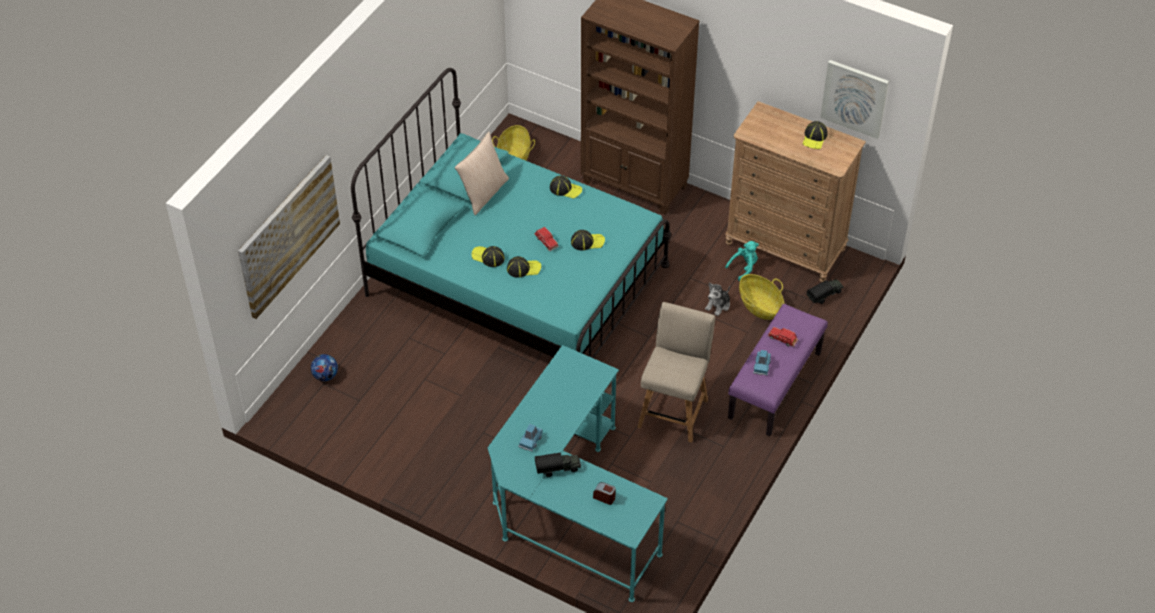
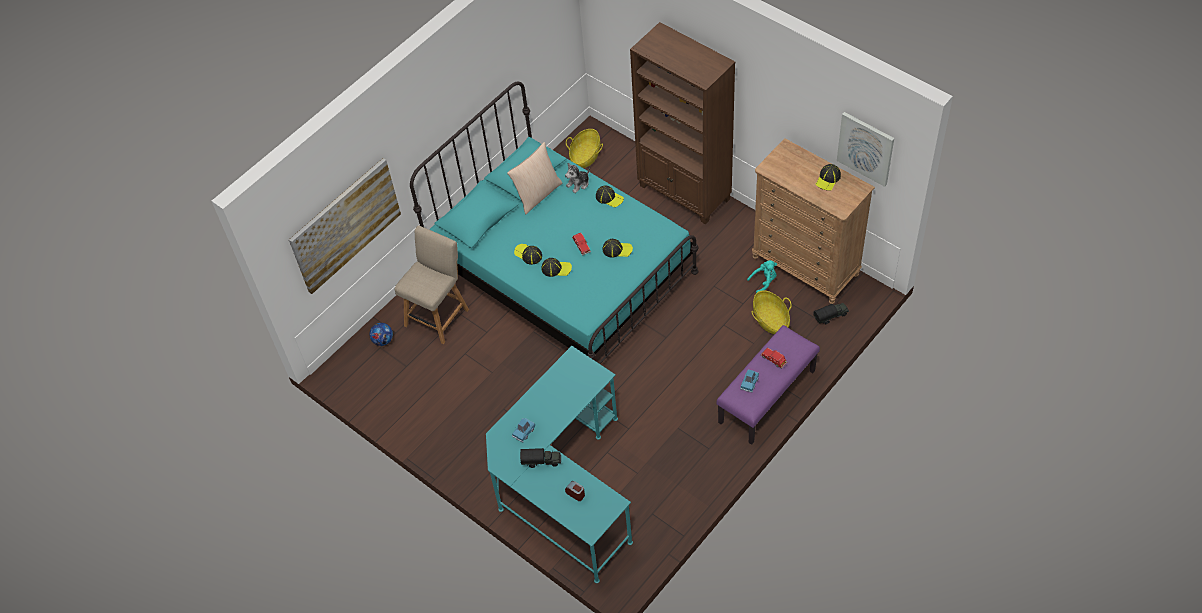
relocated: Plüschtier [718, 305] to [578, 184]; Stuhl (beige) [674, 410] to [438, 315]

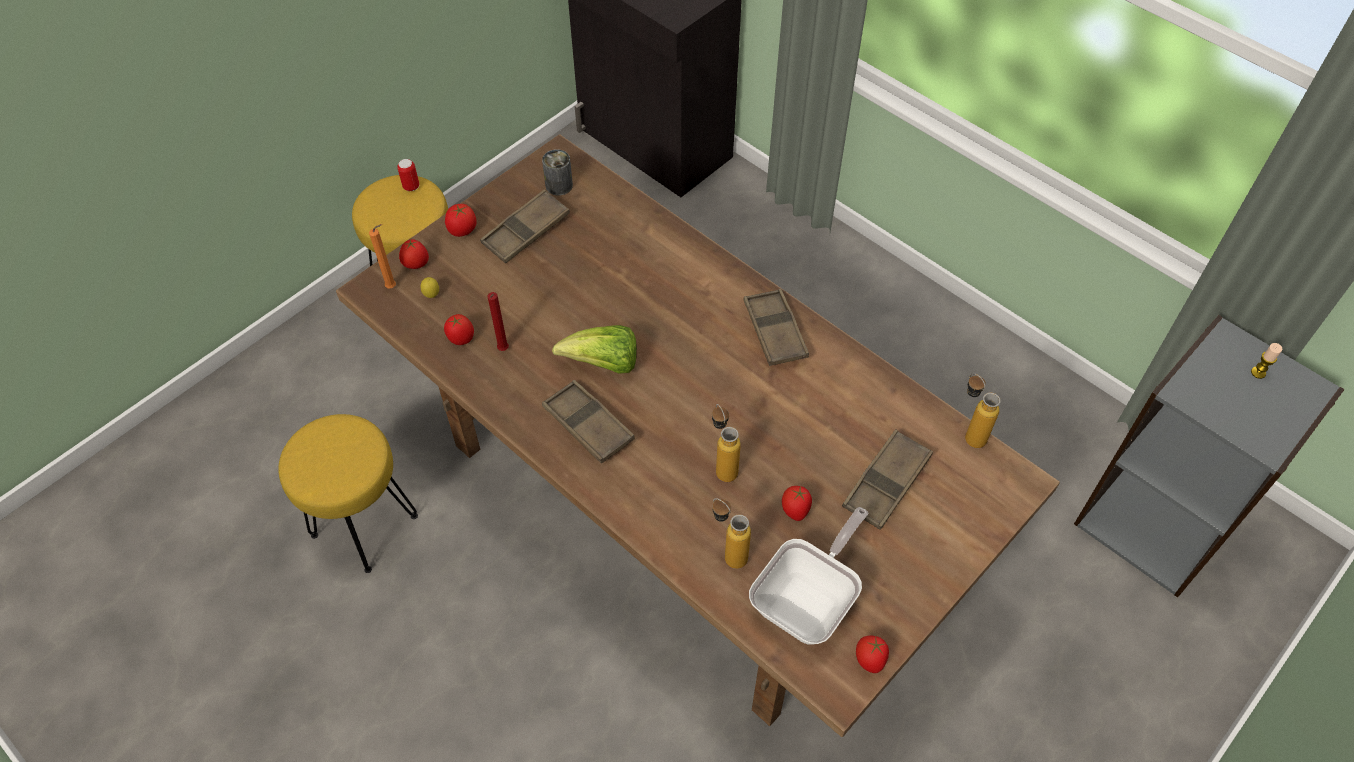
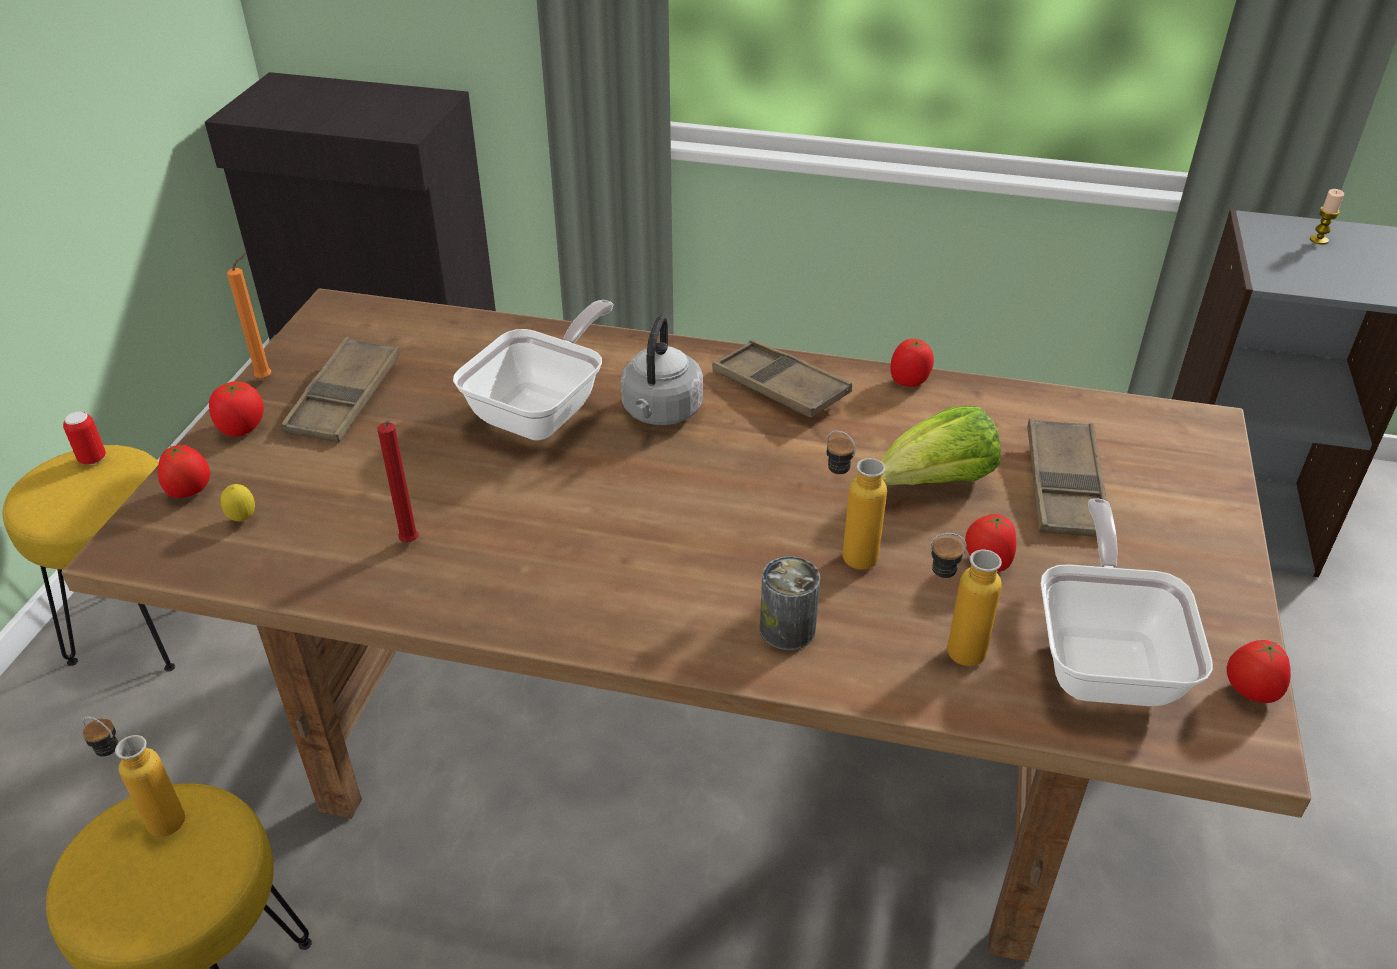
missing: Tablett (braun) [588, 425]
appeared: Pfanne [544, 410]; Wasserkessel (grau) [661, 413]
relocated: Dose [559, 185] to [787, 629]; Kerze (orange) [393, 287] to [267, 378]; Tomate [461, 339] to [909, 381]; Salatkopf [603, 364] to [936, 483]; Flasche [968, 434] to [154, 818]

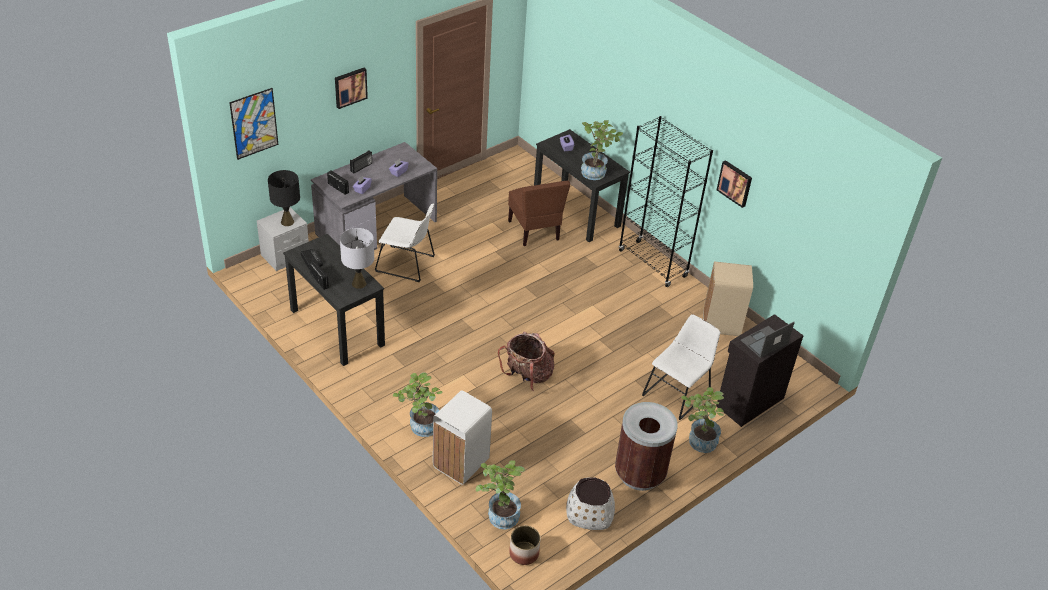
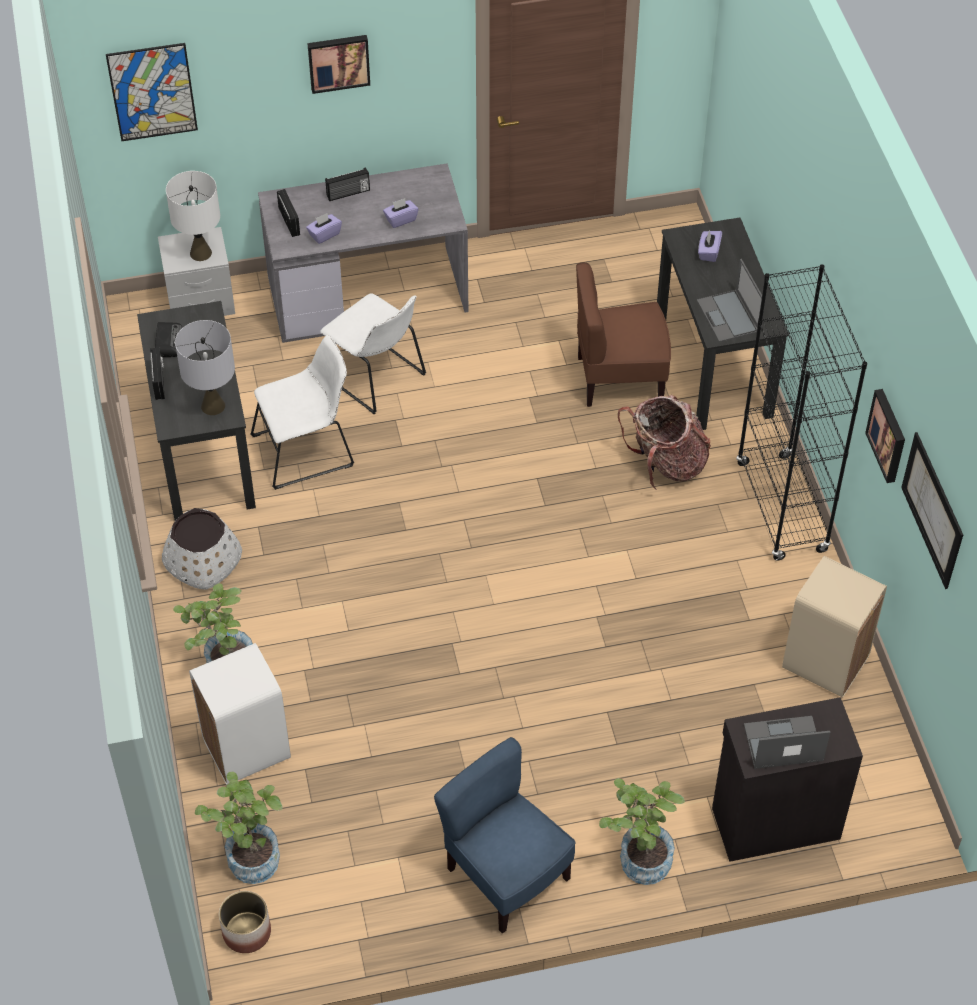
appeared: Bild [932, 510]
relocated: Stuhl (weiß) [678, 392] to [307, 449]; Rucksack [527, 376] to [666, 464]; Pflanzkübel (weiß) [589, 512] to [203, 561]
exchanged: Topfpflanze [596, 171] to Laptop [729, 317]; Mülleimer (braun) [639, 473] to Stuhl (blau) [506, 876]
colour: Tischlampe (schwarz) [287, 222] to Tischlampe (weiß) [200, 253]
spun: Stuhl (braun) [534, 230] = [619, 379] 75 degrees clockwise

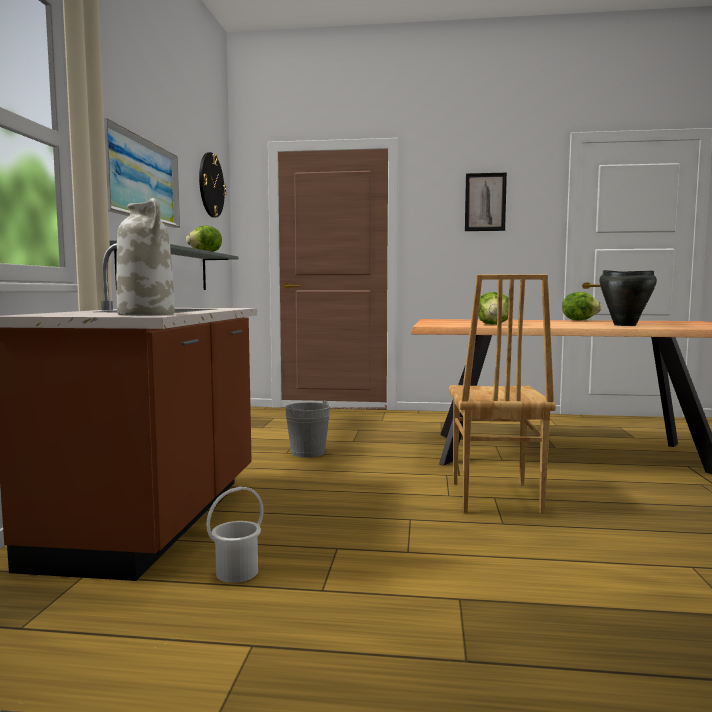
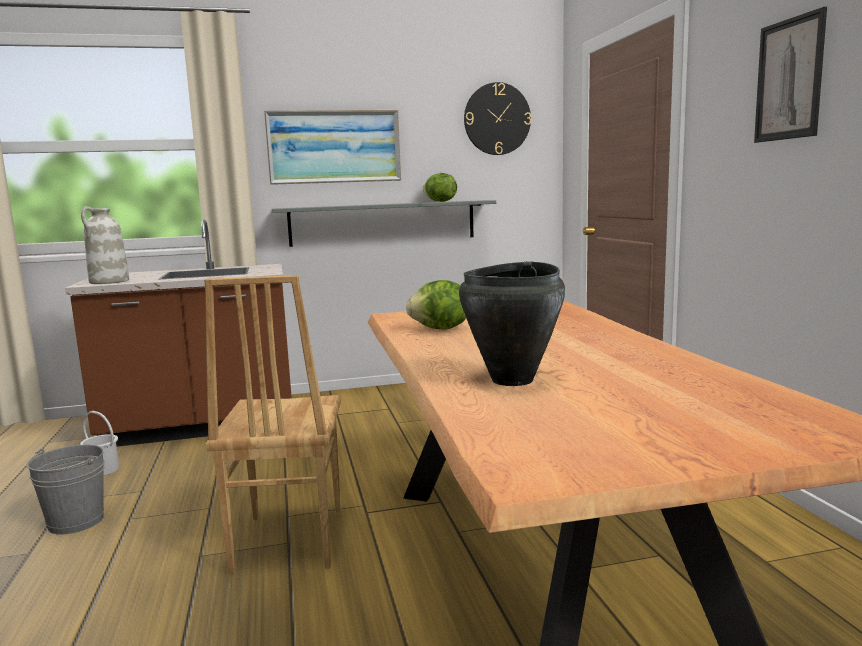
missing: Salatkopf [579, 320]
relocated: Eimer (grau) [307, 452] to [76, 521]
spun: Stuhl (braun) [493, 497] = [286, 542] 75 degrees counterclockwise

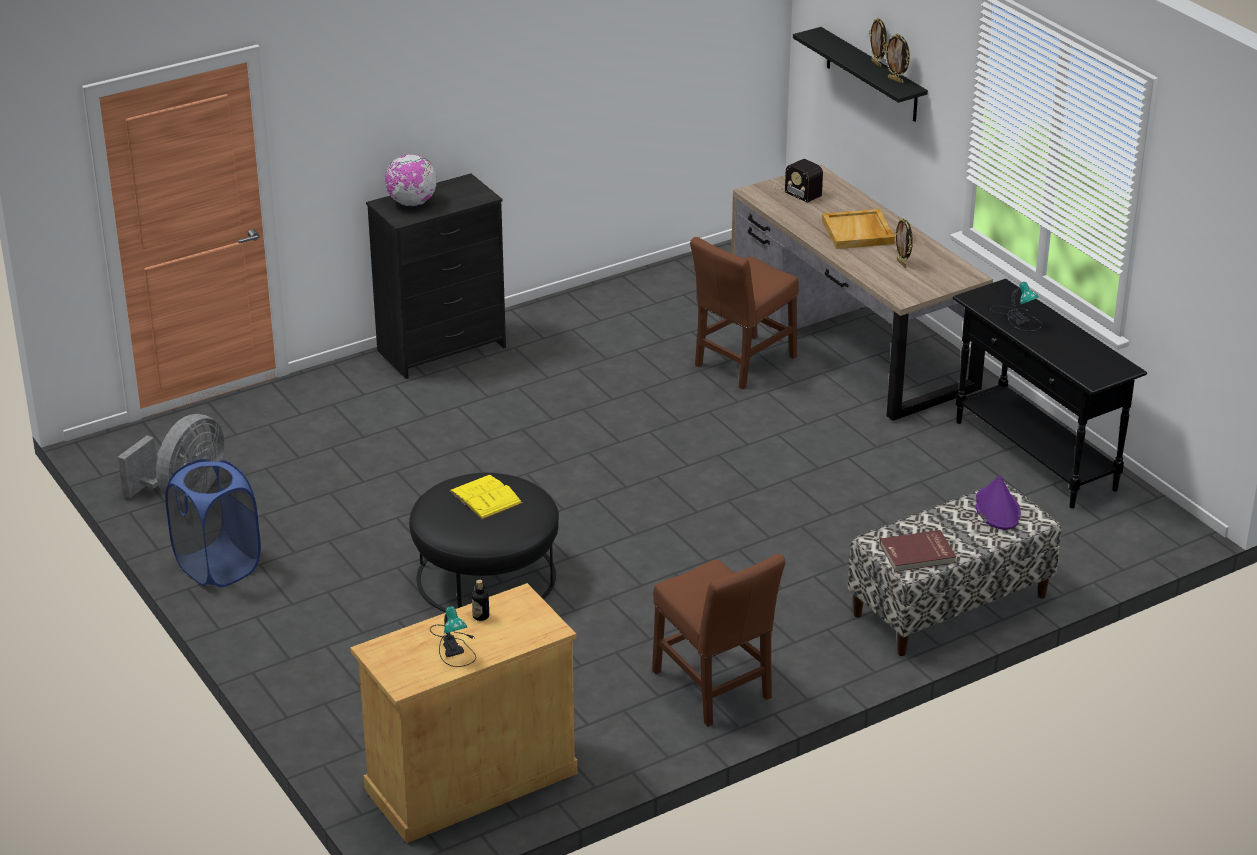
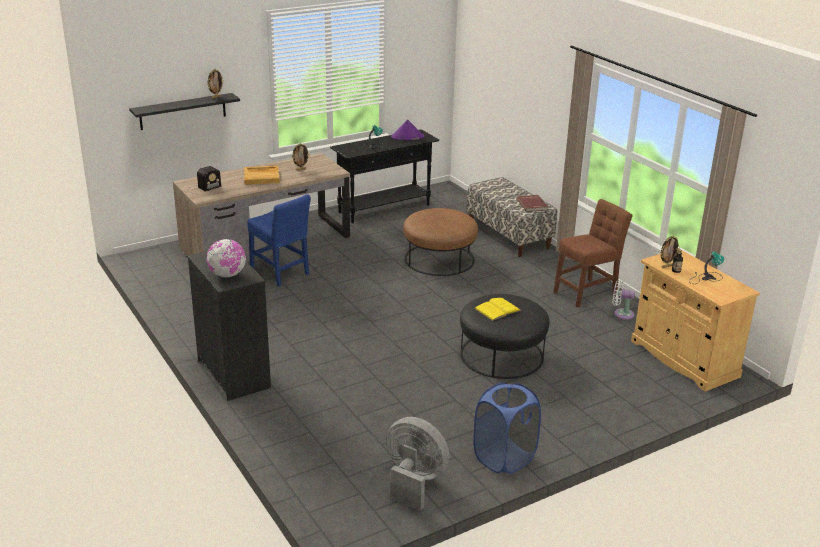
appeared: Polsterhocker (braun) [439, 259]; Ventilator (weiß) [621, 314]
relocated: Bilderrahmen [877, 64] to [666, 266]; Hut (lila) [997, 509] to [407, 137]
colour: Stuhl (braun) [742, 363] to Stuhl (blau) [281, 273]

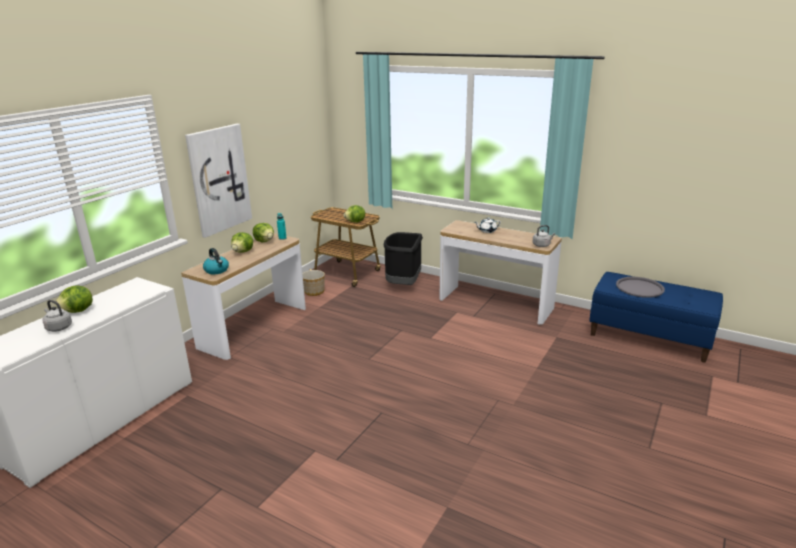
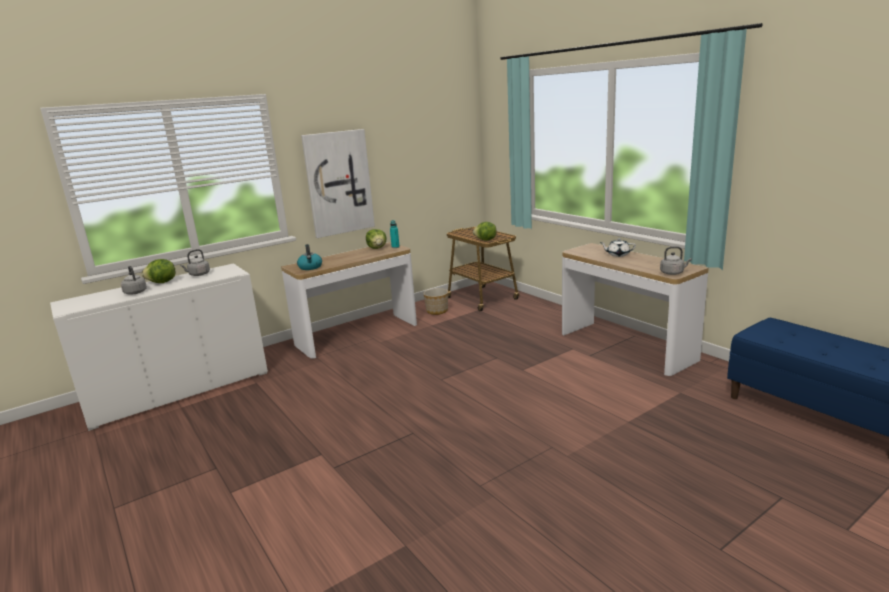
missing: Salatkopf [243, 252]; Mülleimer (schwarz) [403, 285]; Tablett (grau) [639, 288]
appeared: Wasserkessel (grau) [198, 274]

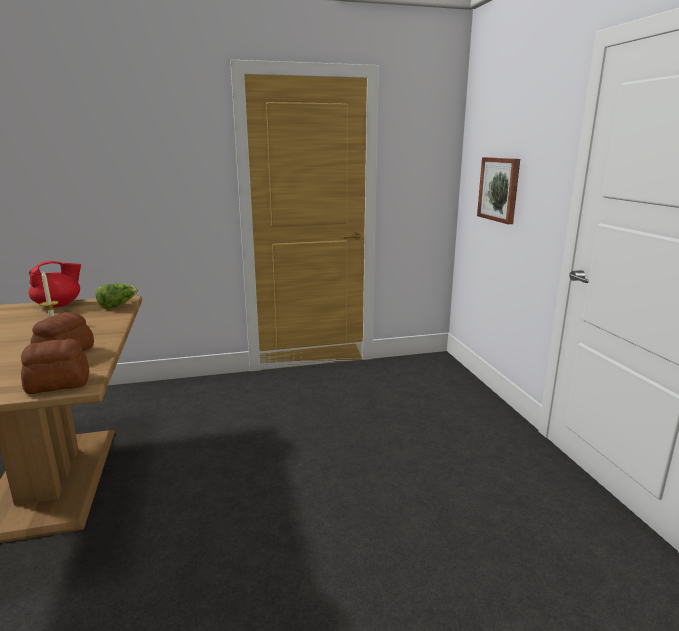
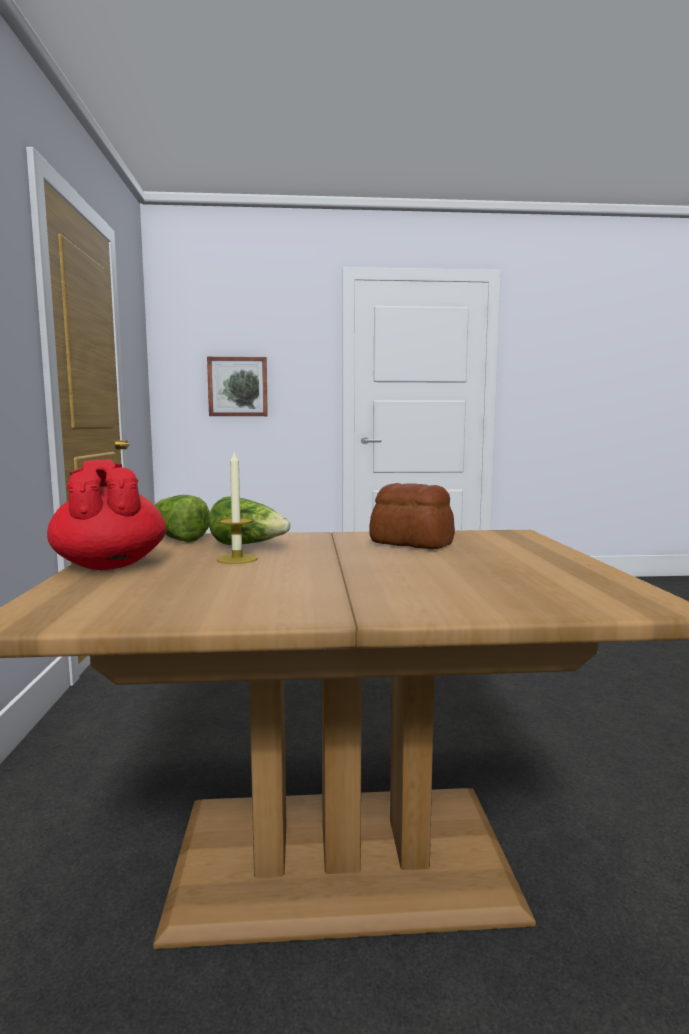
missing: Brot [59, 384]
appeared: Salatkopf [248, 545]

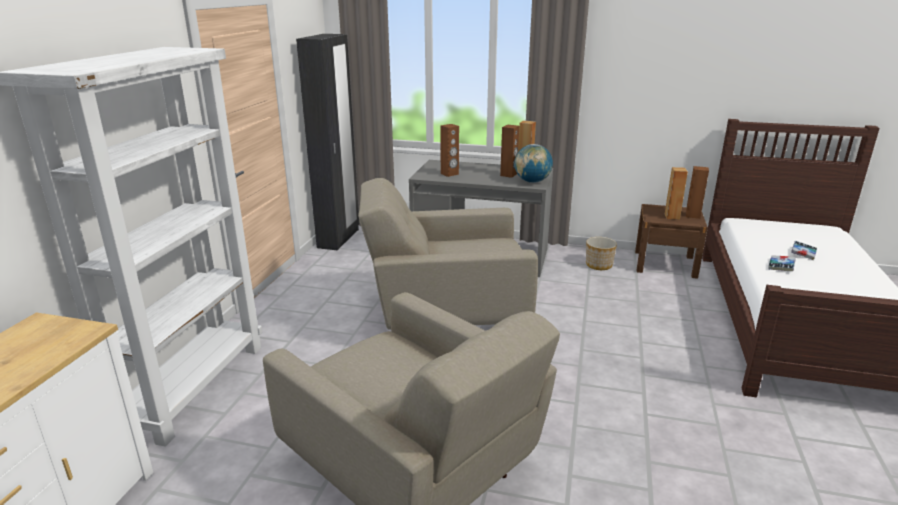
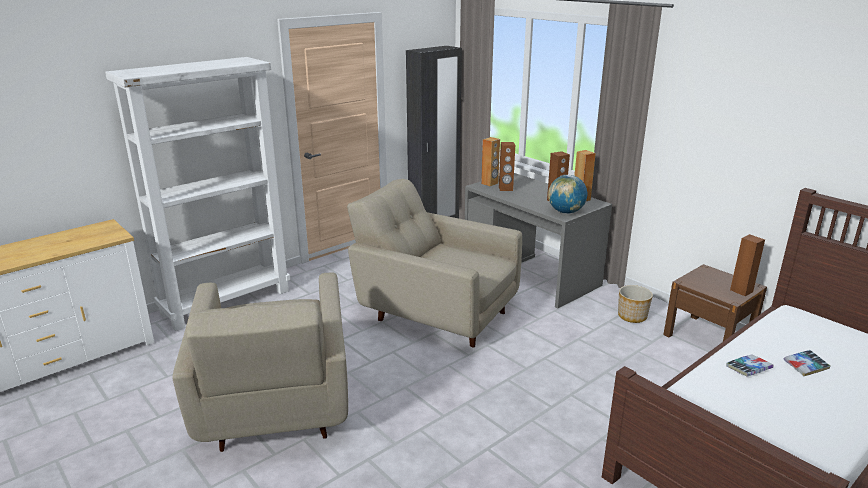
relocated: Lautsprecher (braun) [672, 216] to [490, 183]

